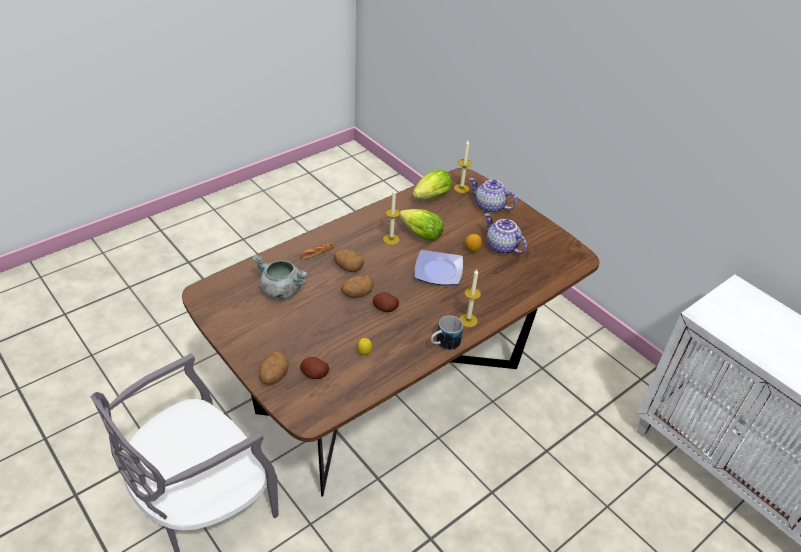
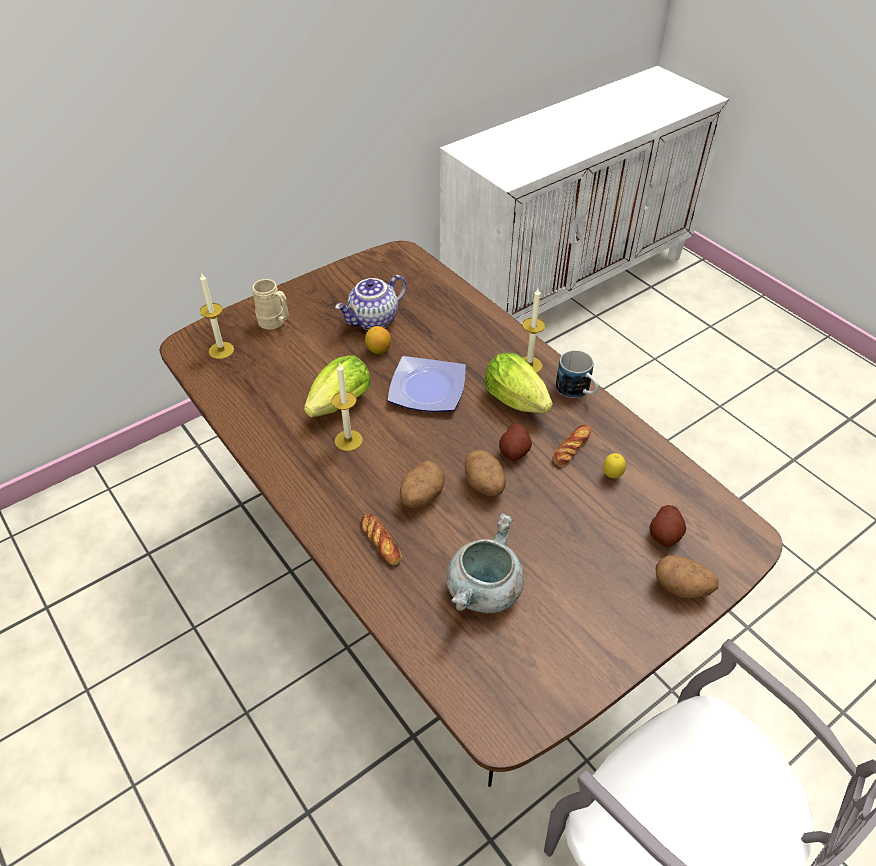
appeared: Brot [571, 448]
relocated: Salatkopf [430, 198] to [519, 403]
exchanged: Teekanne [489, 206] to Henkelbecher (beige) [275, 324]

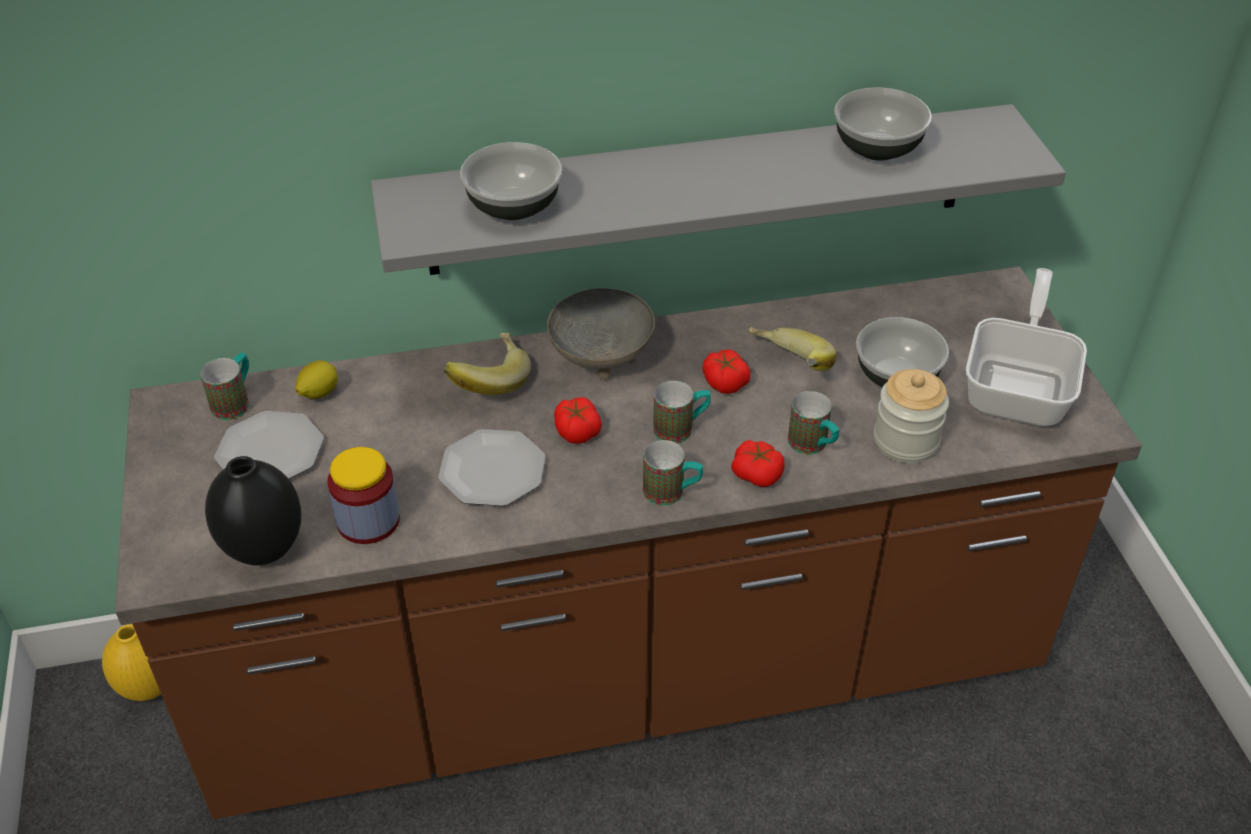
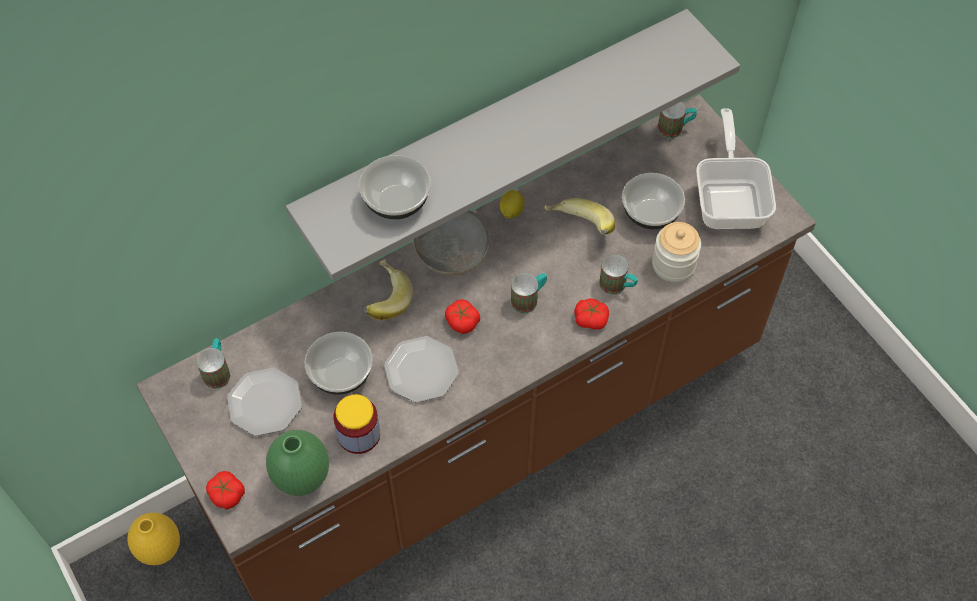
relocated: Schüssel [876, 148] to [340, 374]; Tomate [725, 382] to [226, 494]; Zitrone [319, 393] to [511, 211]; Henkelbecher [672, 493] to [675, 128]
colour: Vase (schwarz) [265, 550] to Vase (grün) [303, 478]

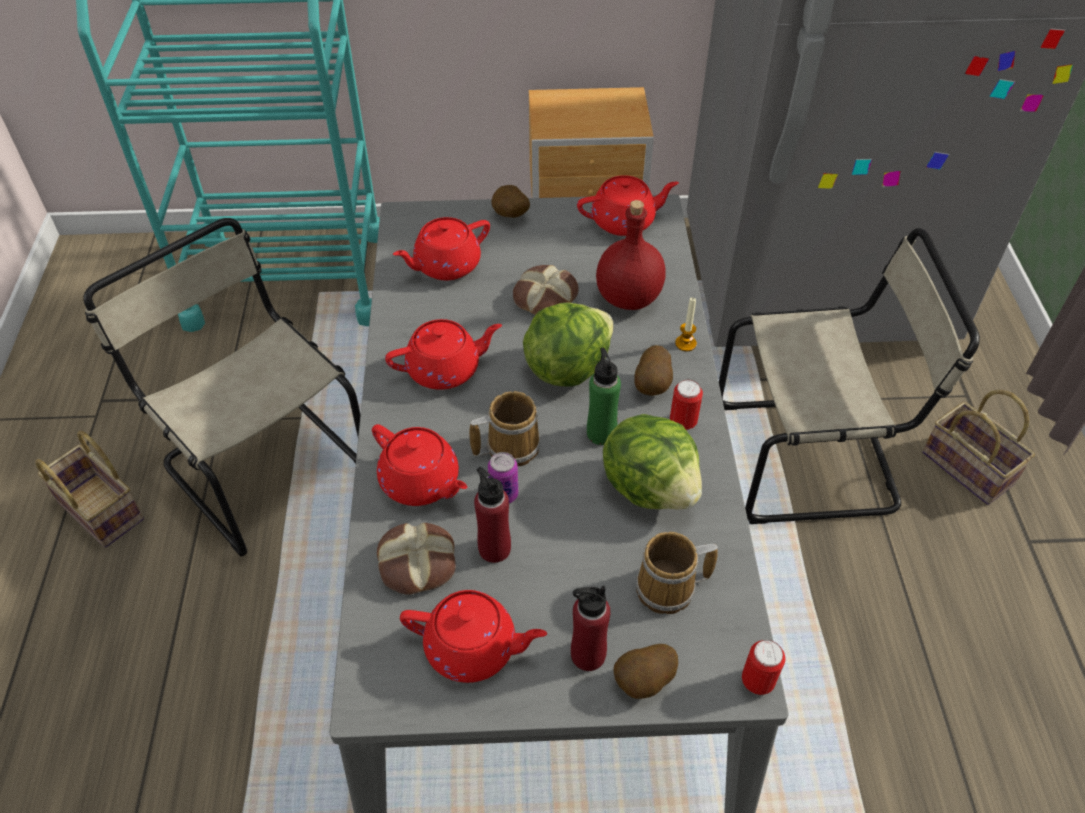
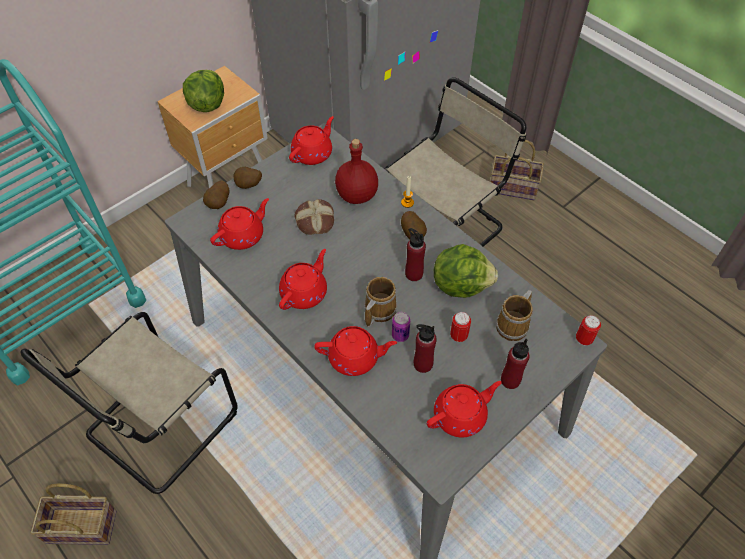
missing: Brot [417, 564]
relocated: Salatkopf [566, 367] to [207, 104]; Dose [683, 422] to [458, 336]; Kartoffel [644, 683] to [219, 203]
colour: Flasche (grün) [601, 433] to Flasche (rot) [414, 274]
spun: Teekanne (rot) [446, 265] = [243, 235] 150 degrees counterclockwise; Stuhl (beige) [262, 463] = [158, 427] 60 degrees counterclockwise

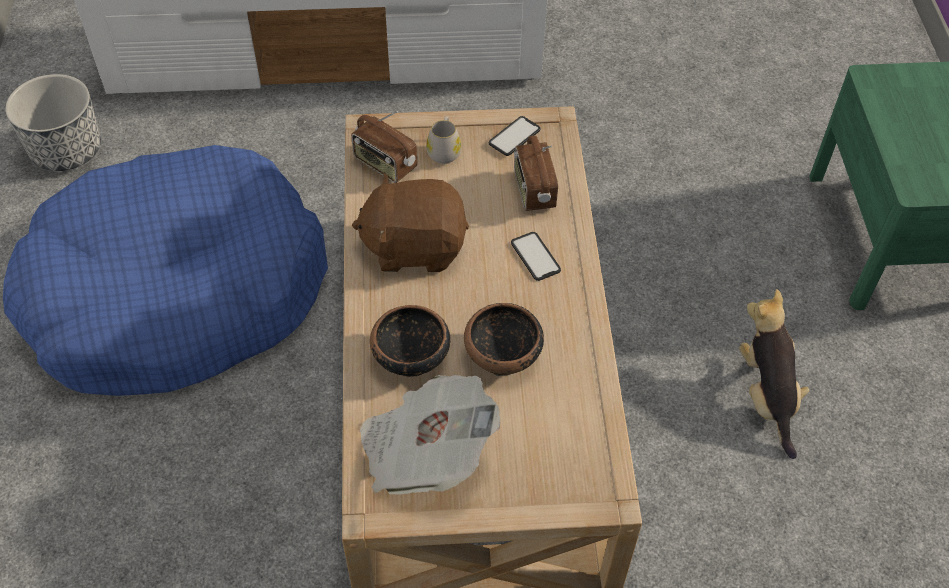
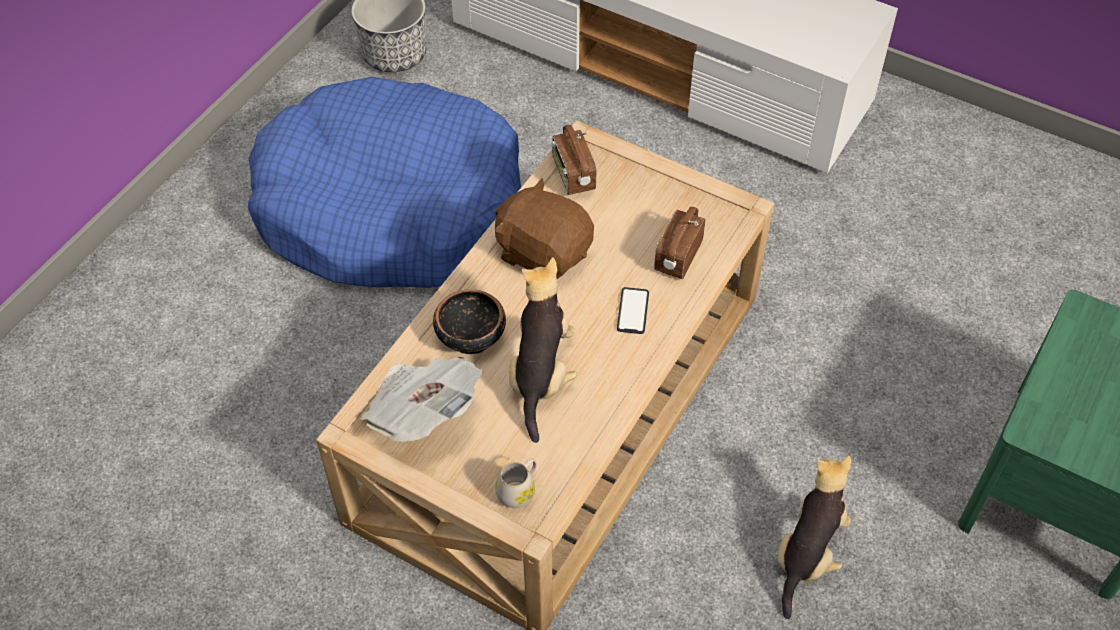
missing: Handy [514, 136]
relocated: Henkelbecher (weiß) [444, 150] to [519, 490]
exchanged: Schüssel [503, 355] to Plüschtier [541, 374]

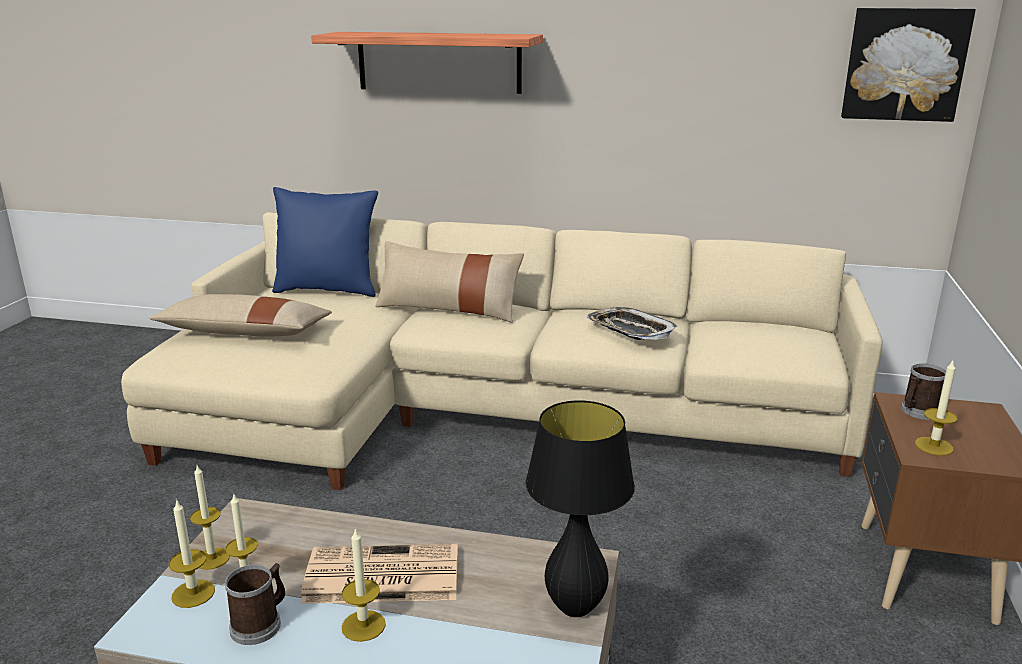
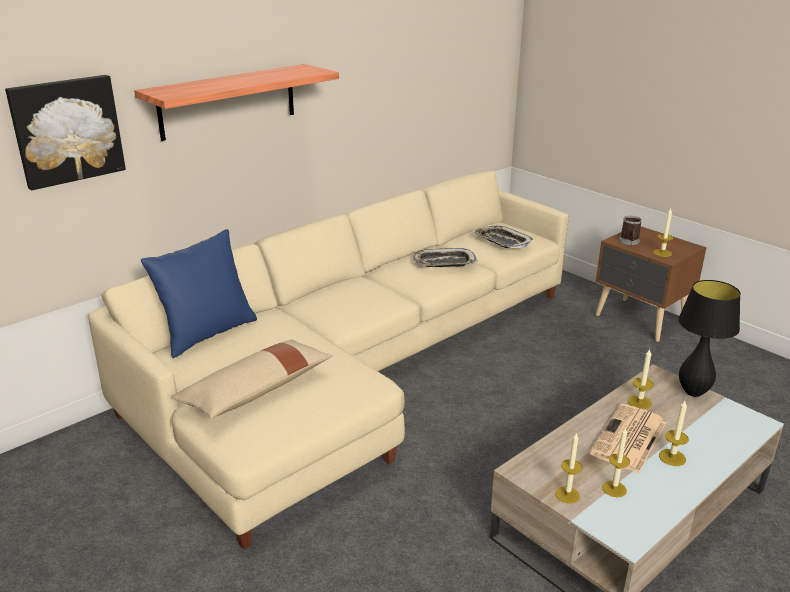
missing: Kissen (beige) [448, 309]; Henkelbecher [260, 624]
appeared: Tablett [502, 241]
relocated: Bild [904, 64] to [67, 130]; Kerze [193, 593] to [639, 402]

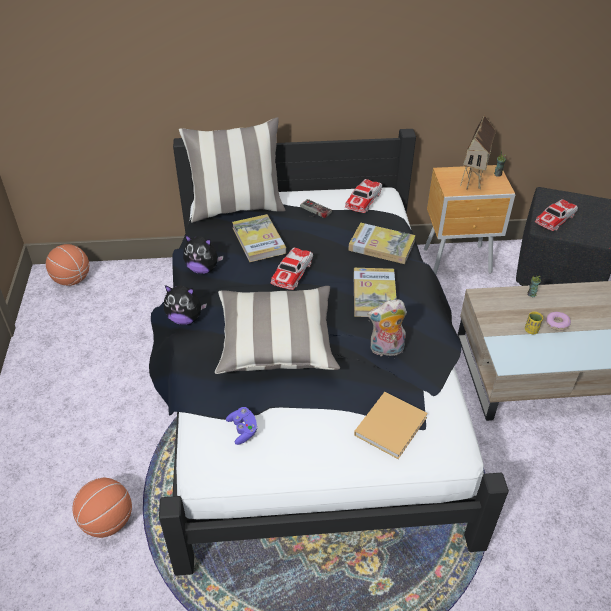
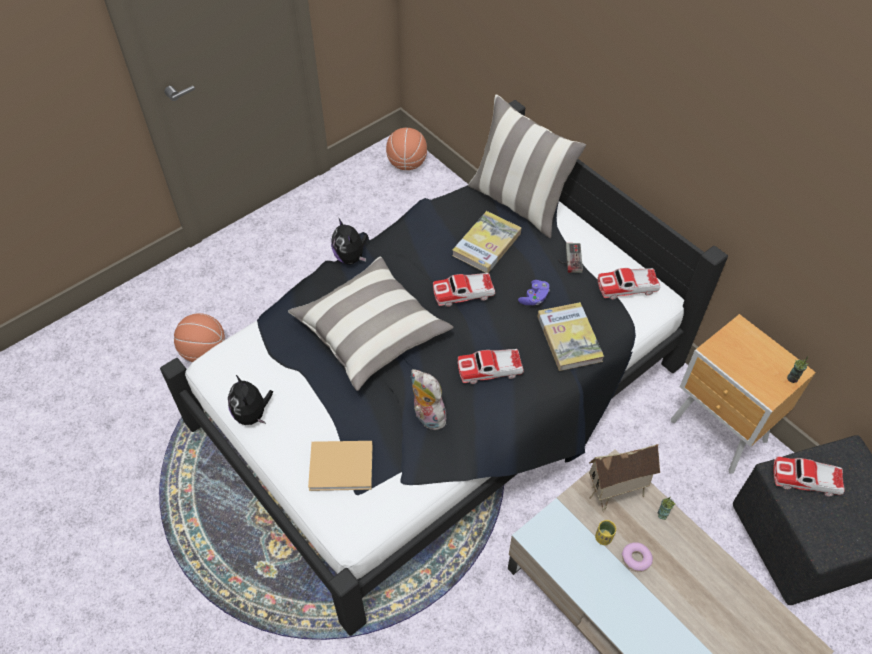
relocated: Spielzeughaus [473, 181] to [614, 497]; Plüschtier [203, 269] to [252, 414]; Gamepad (lila) [243, 430] to [534, 298]
exchanged: Buch [374, 295] to Spielzeugauto [490, 369]

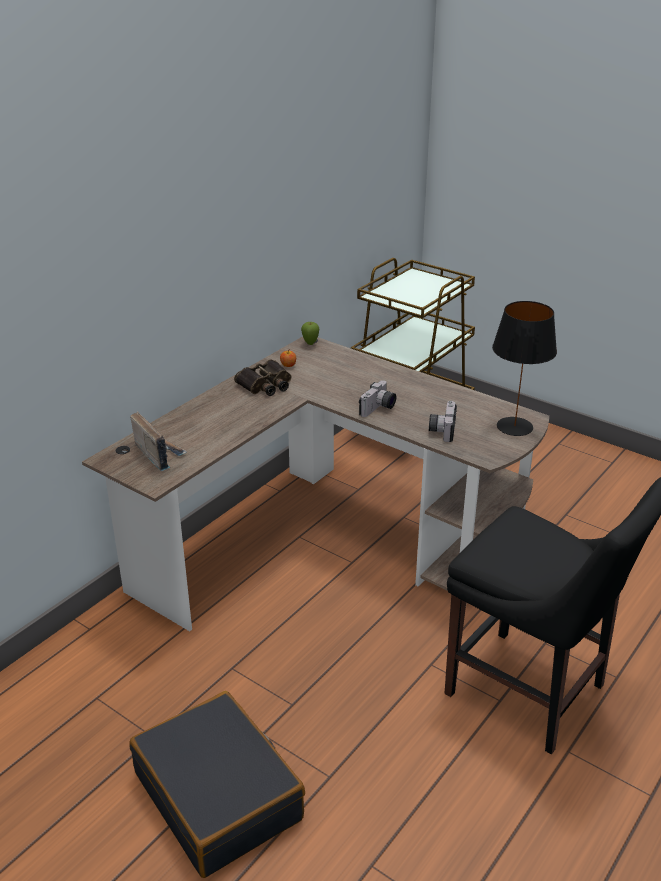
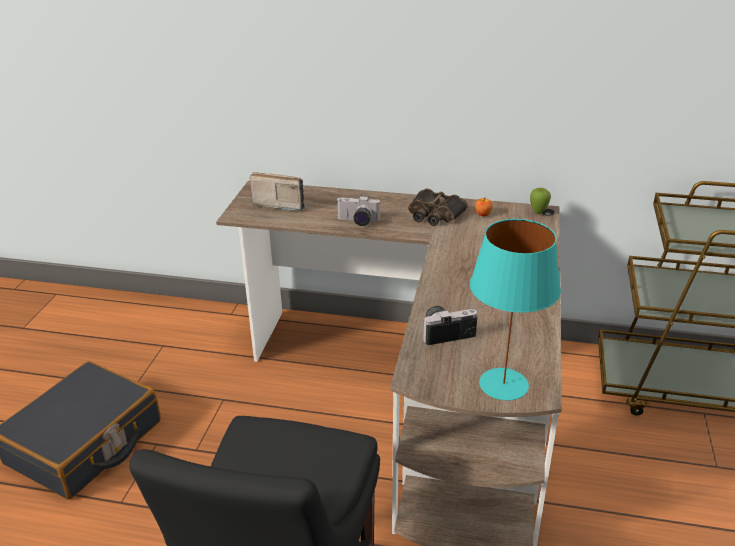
relocated: Kamera [378, 409] to [358, 222]
colour: Tischlampe (schwarz) [514, 427] to Tischlampe (türkis) [502, 384]
spun: Radio [159, 453] = [279, 203] 105 degrees counterclockwise

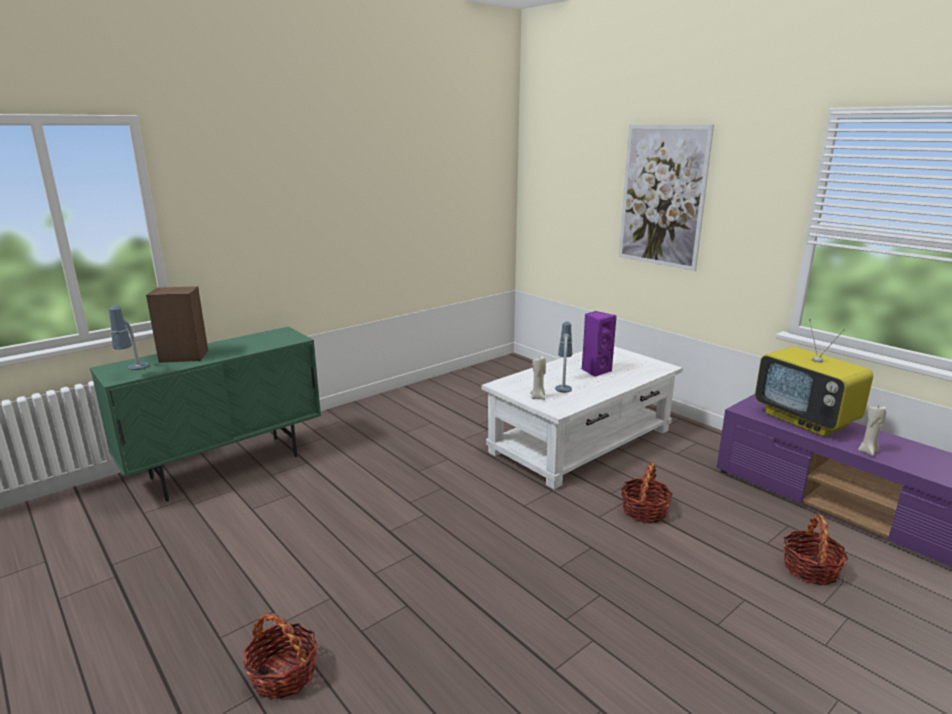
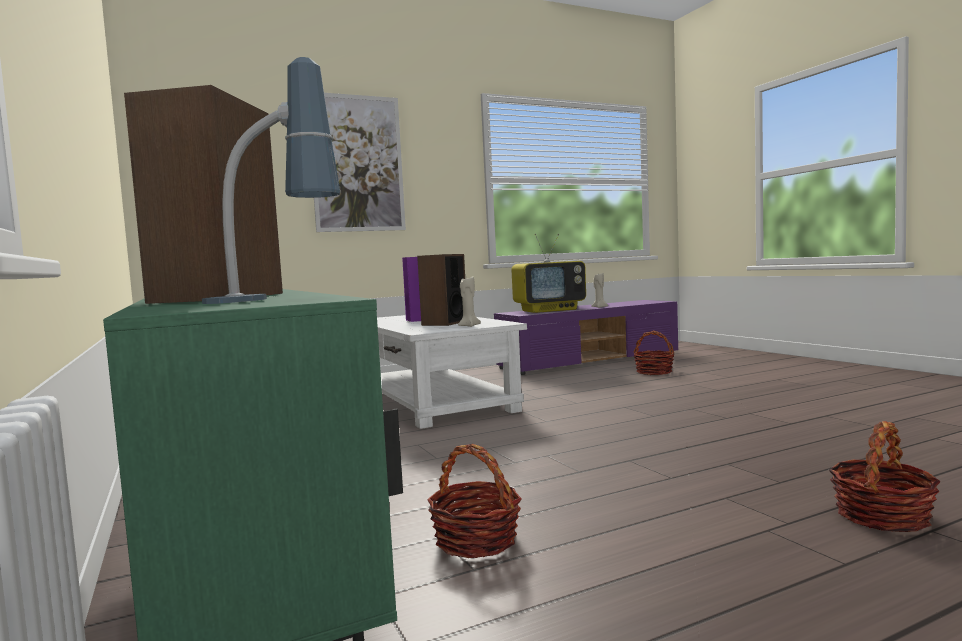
relocated: Korb [644, 511] to [476, 540]
exchanged: Tischlampe [563, 384] to Lautsprecher [444, 323]

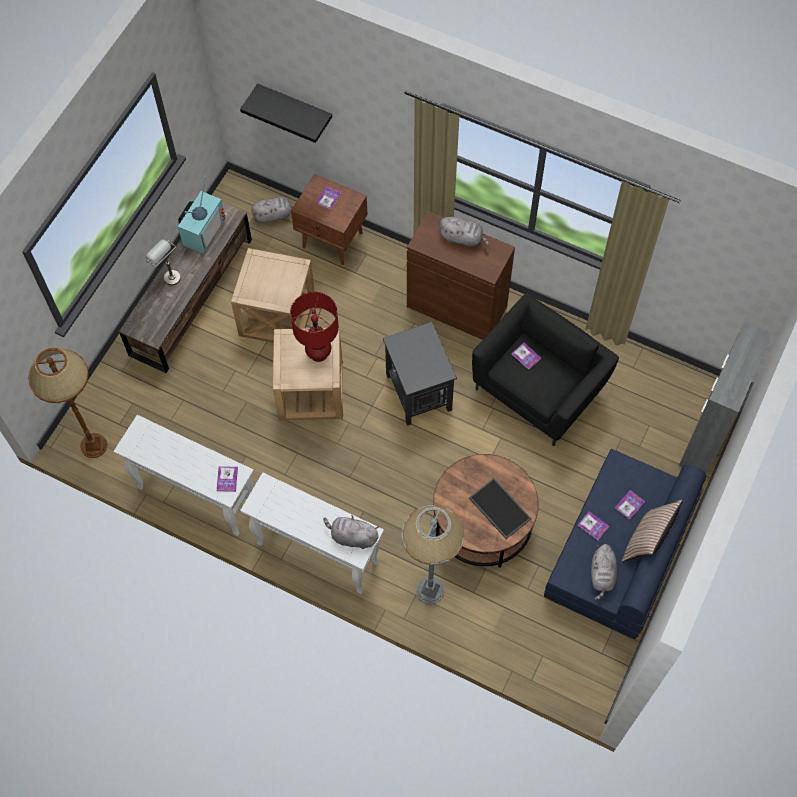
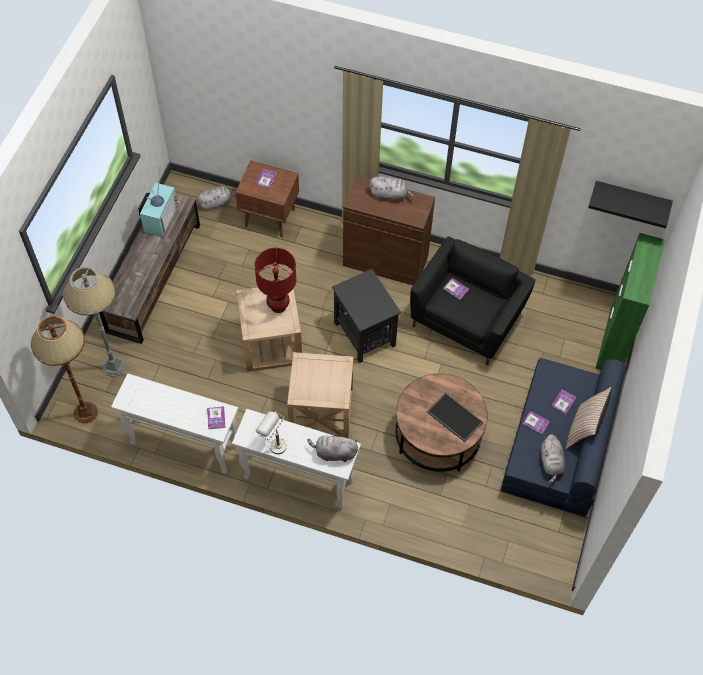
relocated: Wandregal (schwarz) [295, 107] to [631, 198]; Tischlampe (grau) [167, 275] to [273, 444]; Beistelltisch (beige) [277, 315] to [321, 410]; Stehlampe (grau) [430, 590] to [114, 366]
colour: Schrank (grau) [707, 435] to Schrank (grün) [614, 340]

